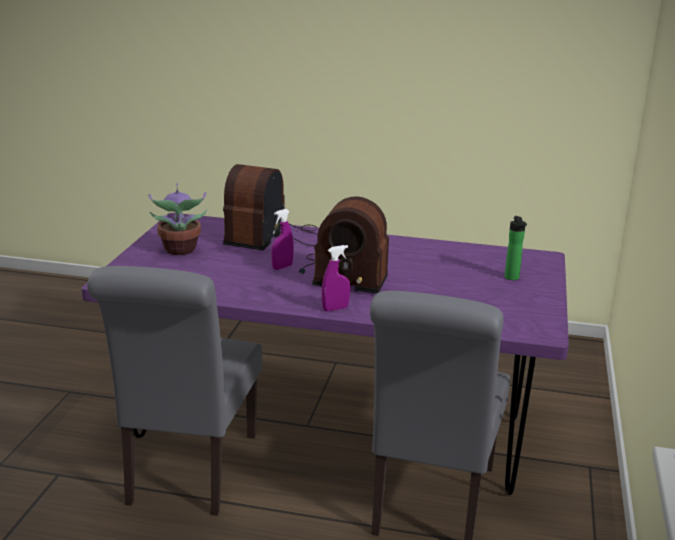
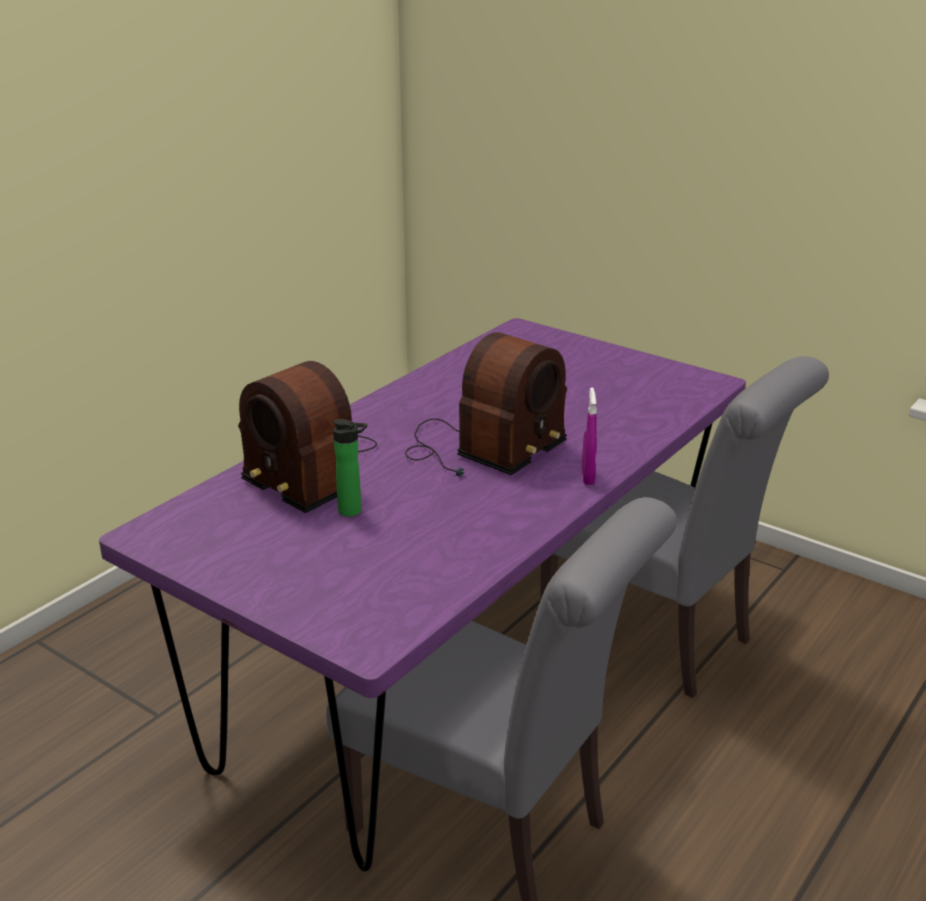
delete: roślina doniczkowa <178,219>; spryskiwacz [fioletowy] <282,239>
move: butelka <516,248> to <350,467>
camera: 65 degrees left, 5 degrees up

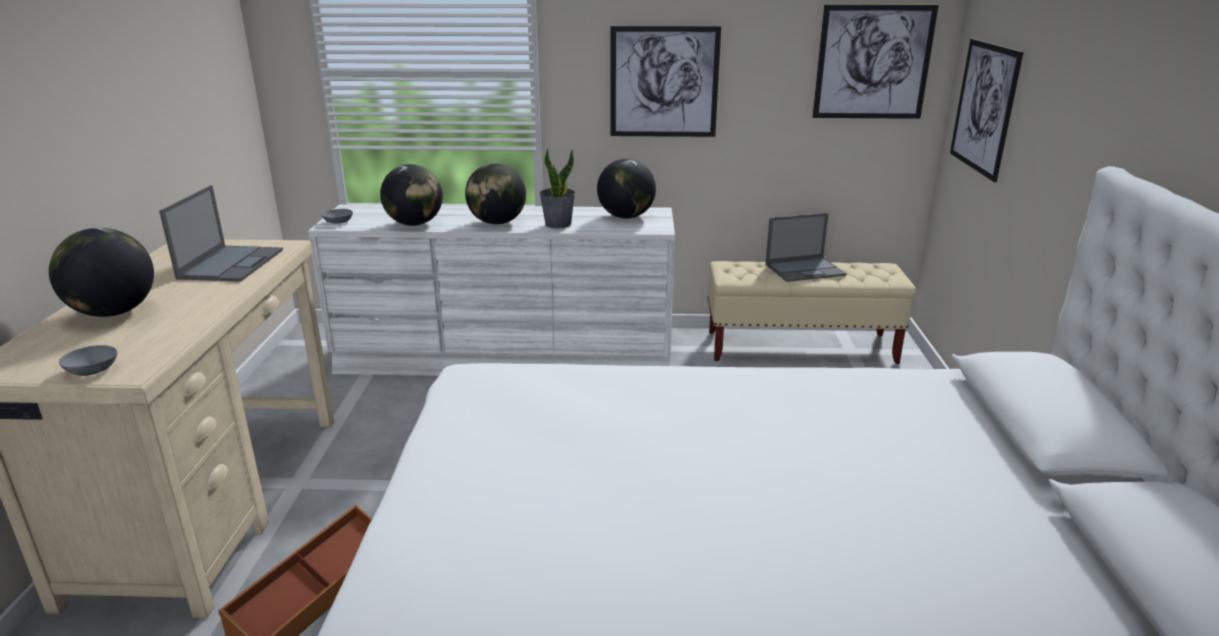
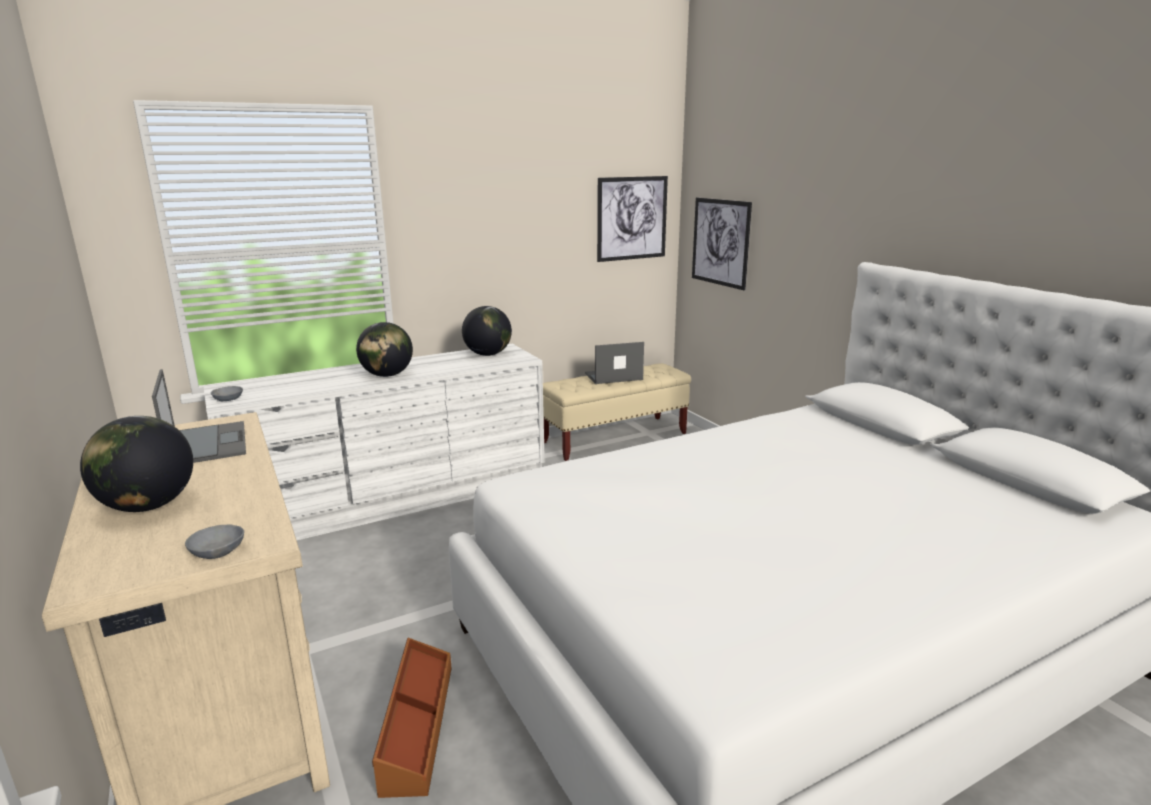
delete: globus <411,195>; roślina doniczkowa <557,188>; obraz <665,81>
rotate: laptop <805,247> = <614,363> 150 degrees counterclockwise
camera: 30 degrees left, 5 degrees down

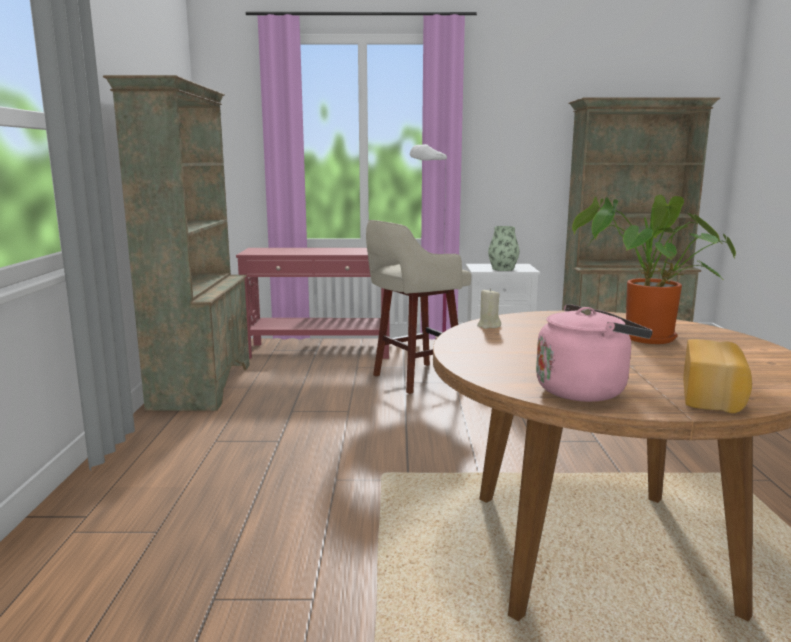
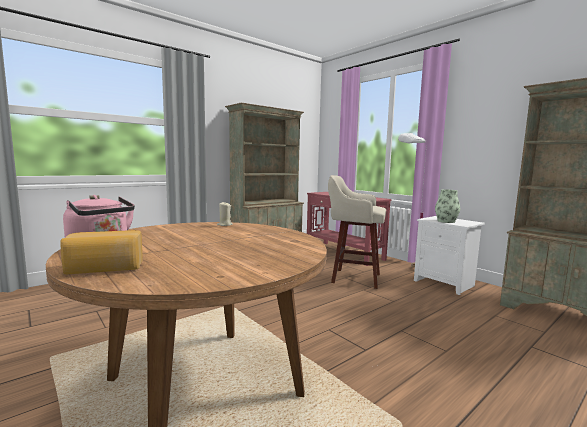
delete: roślina doniczkowa <654,269>
camera: 50 degrees right, 5 degrees down

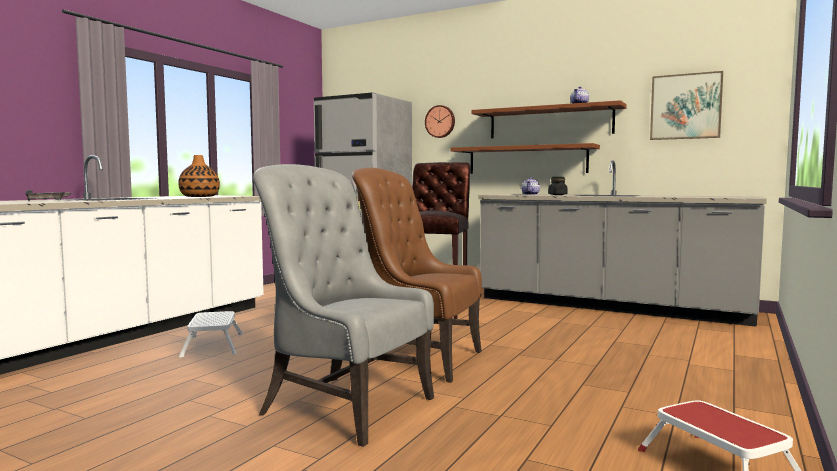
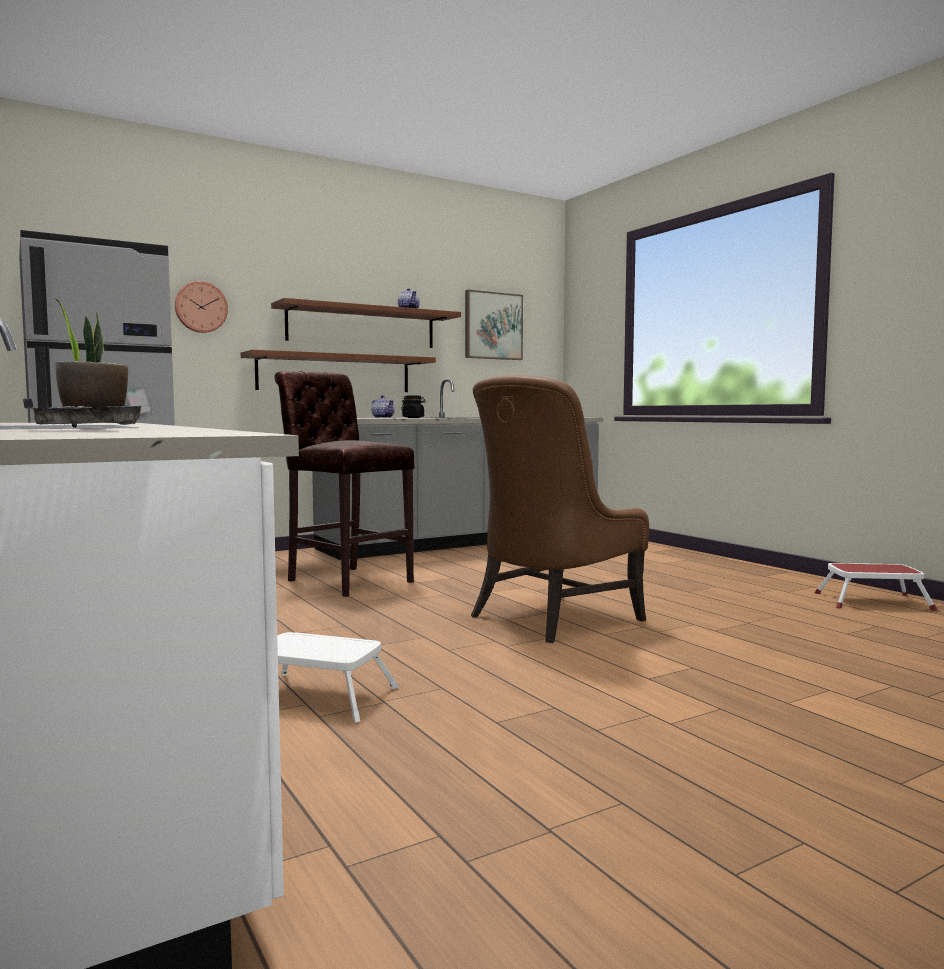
delete: krzesło [szary] <343,305>
replace: wazon <199,176> to roślina doniczkowa <91,361>
camera: 60 degrees left, 0 degrees up

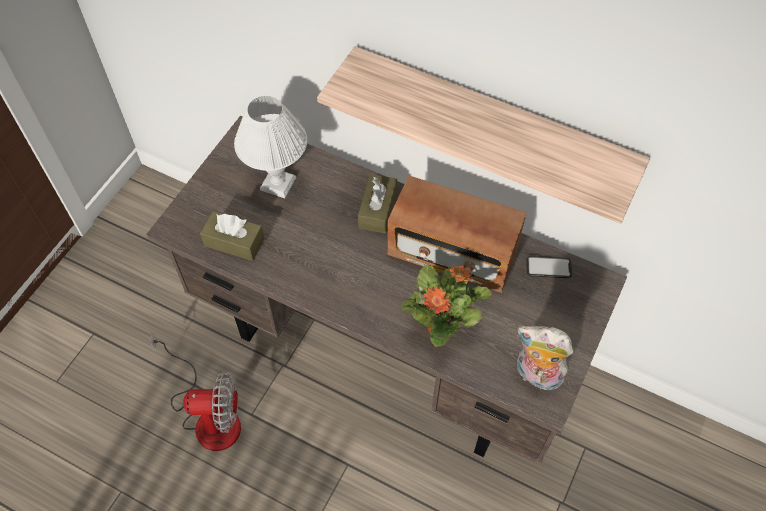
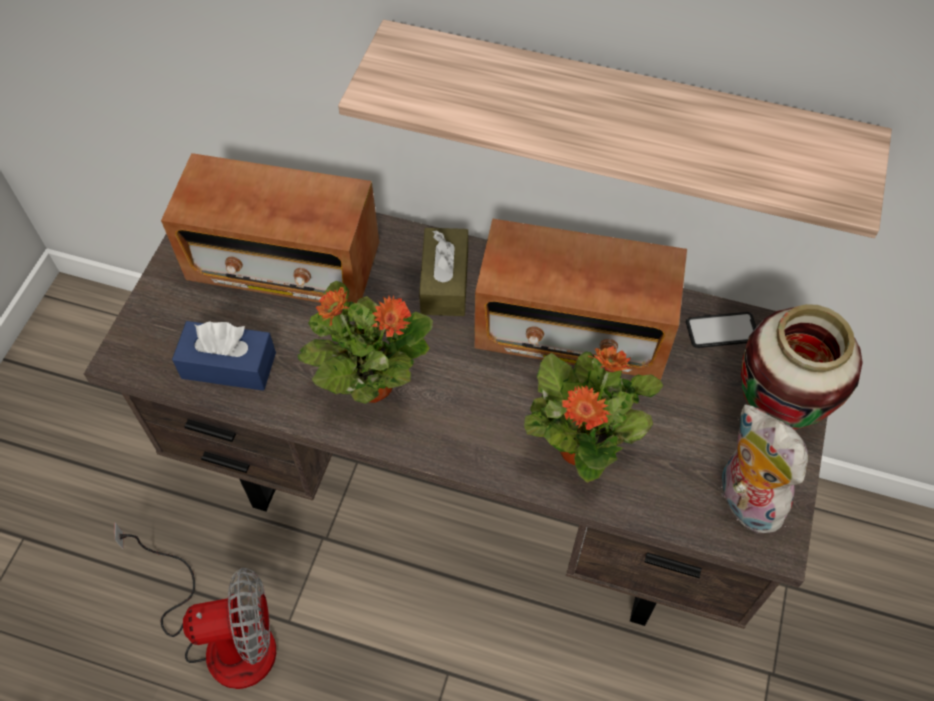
insert: roślina doniczkowa <365,342>; wazon <802,366>
replace: lampa stołowa [biały] <270,147> to radio <270,228>
recolor: pudełko chusteczek [brązowy] <232,236> to pudełko chusteczek [niebieski] <224,356>
rotate: pluszak <545,357> = <764,469> 45 degrees clockwise
camera: 10 degrees left, 0 degrees up

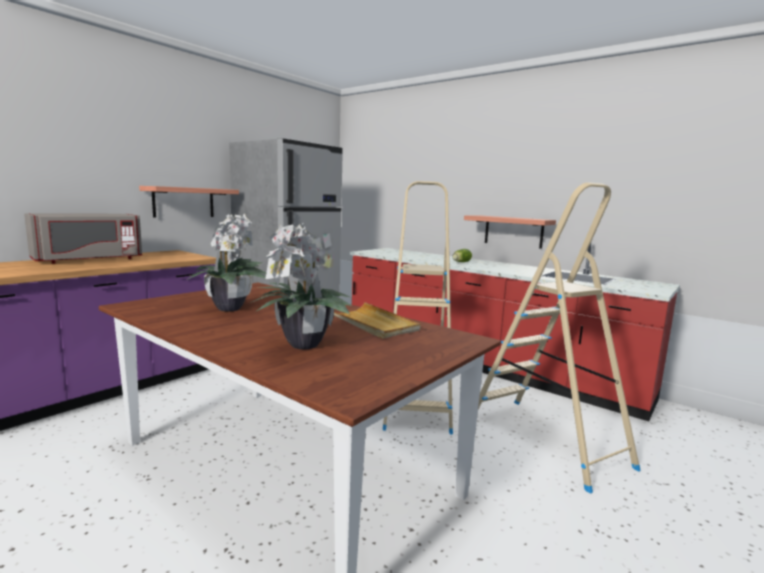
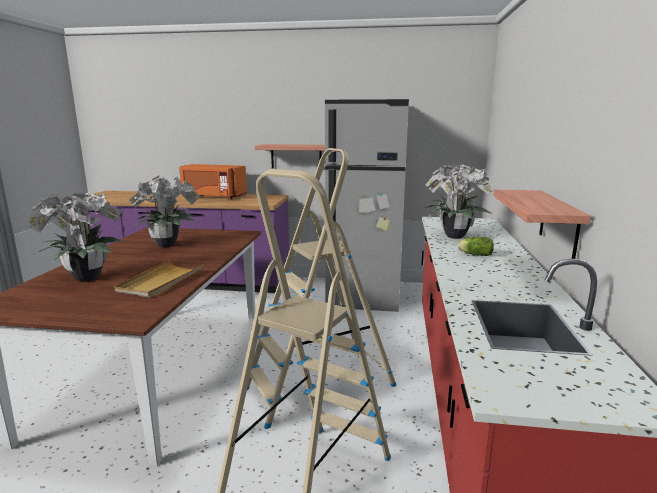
insert: roślina doniczkowa <460,201>
recolor: mikrofalówka [szary] <83,238> to mikrofalówka [pomarańczowy] <213,181>
camera: 60 degrees right, 5 degrees up

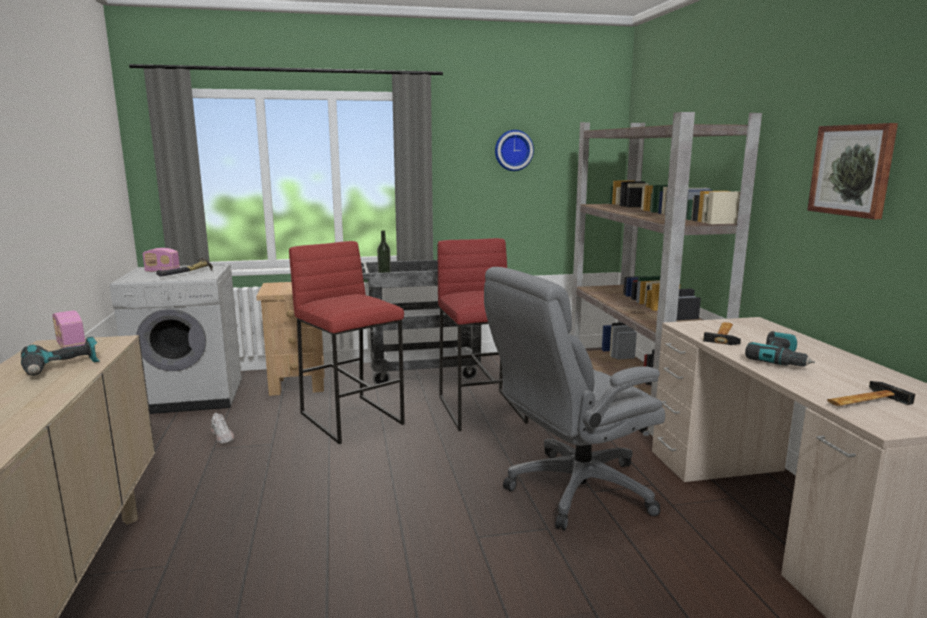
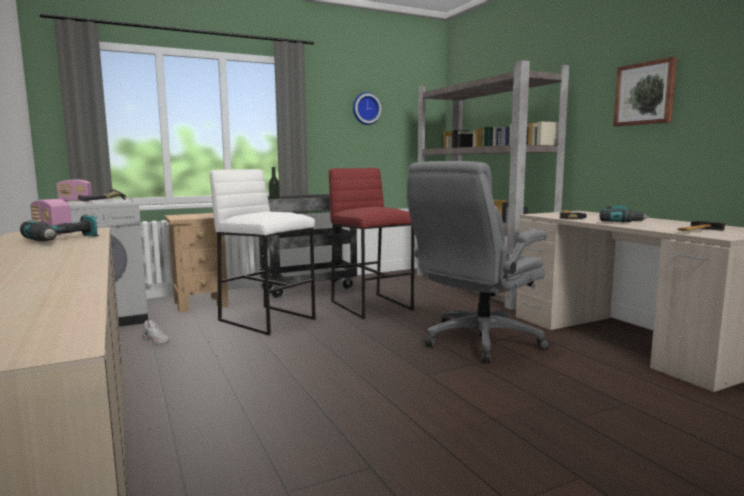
recolor: stołek [czerwony] <347,342> to stołek [biały] <262,252>
camera: 15 degrees left, 5 degrees down

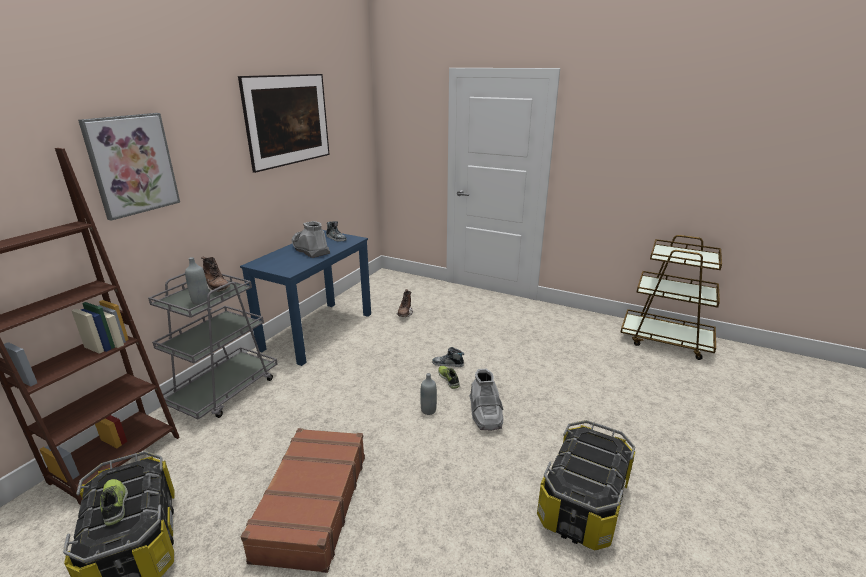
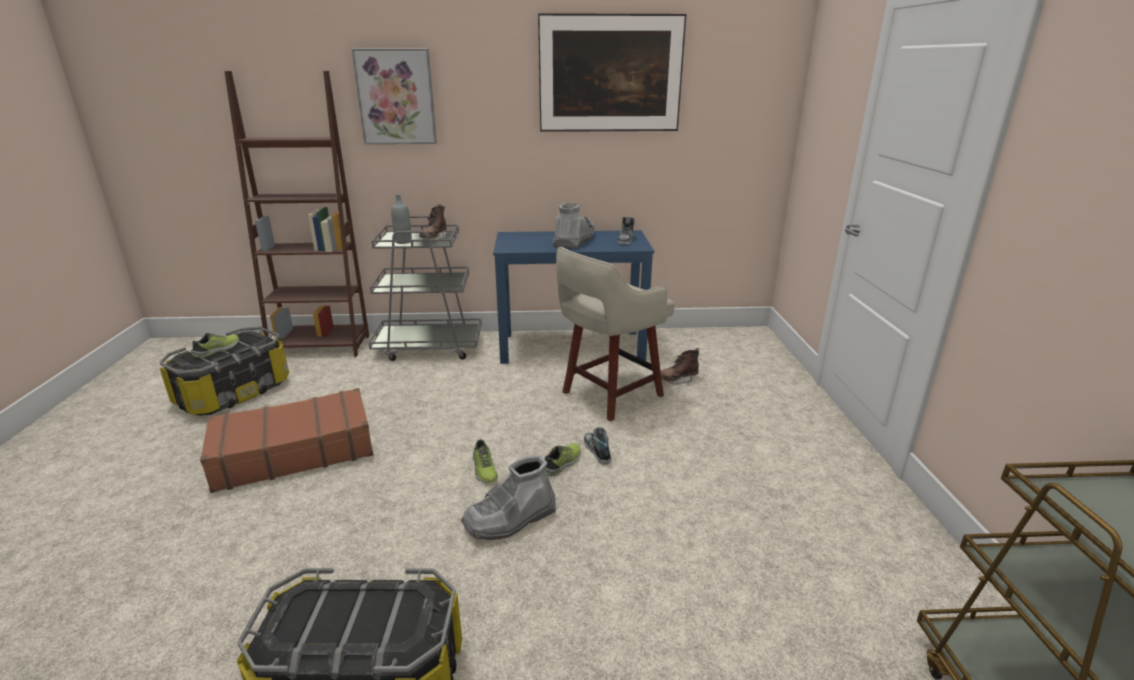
insert: stołek [beżowy] <615,334>
replace: butelka [szary] <428,394> to but <485,461>
camera: 60 degrees right, 0 degrees up

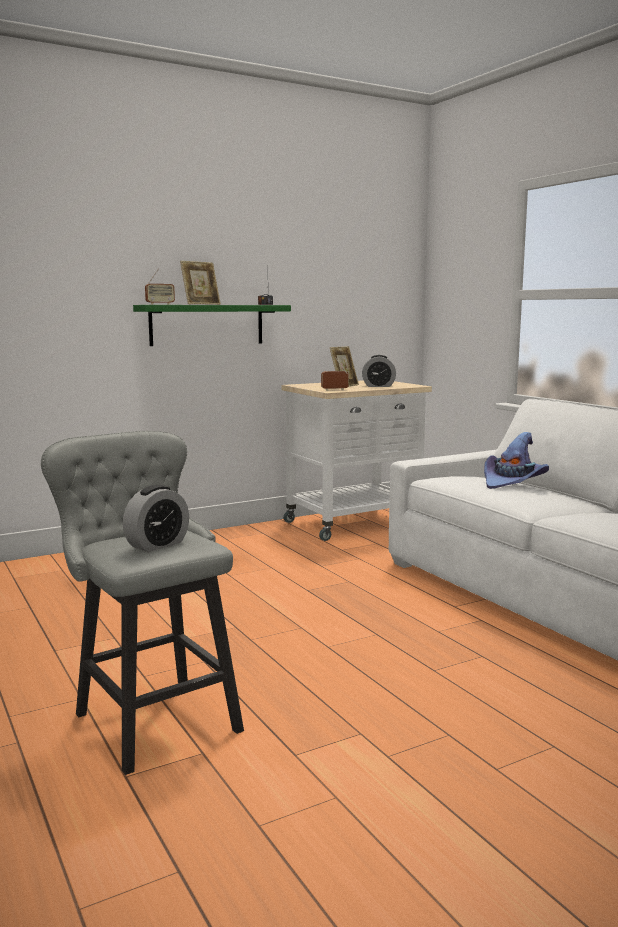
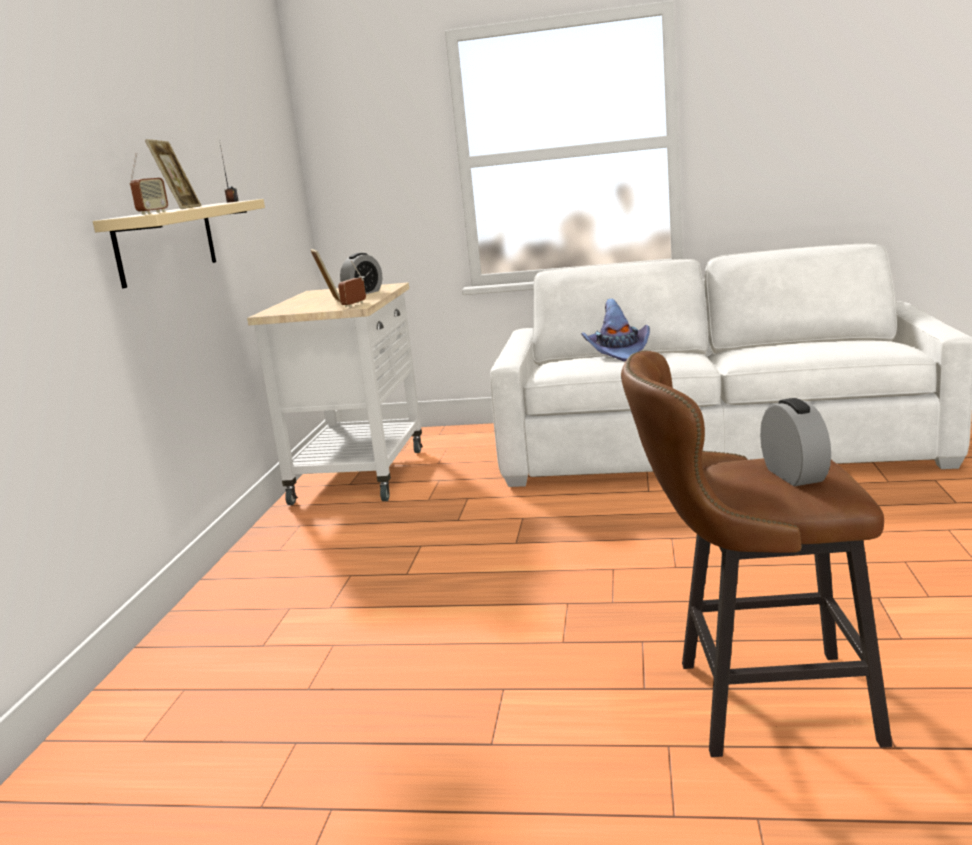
recolor: stołek [szary] <142,603> to stołek [brązowy] <757,554>; półka [zielony] <212,325> to półka [beżowy] <179,243>
camera: 50 degrees left, 5 degrees up

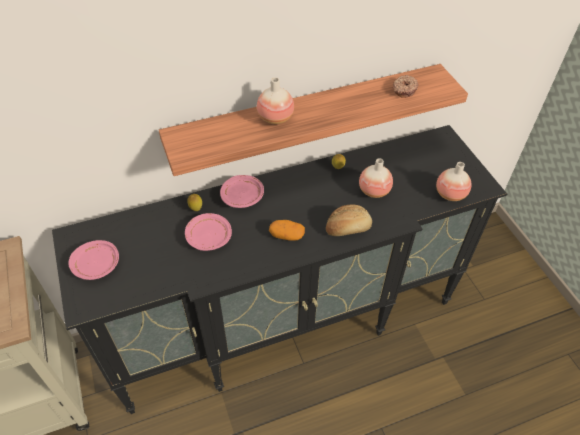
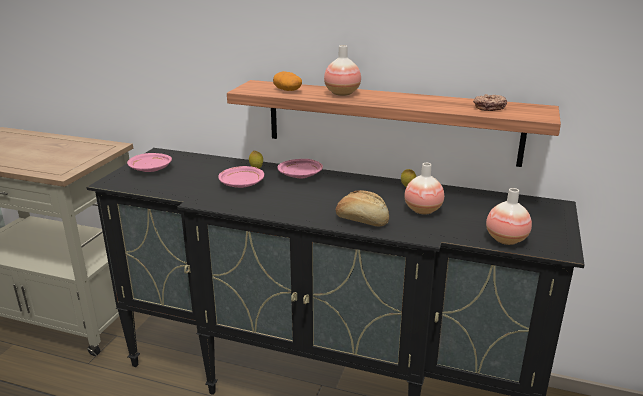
move: ziemniak <287,230> to <287,81>
camera: 40 degrees right, 25 degrees down

